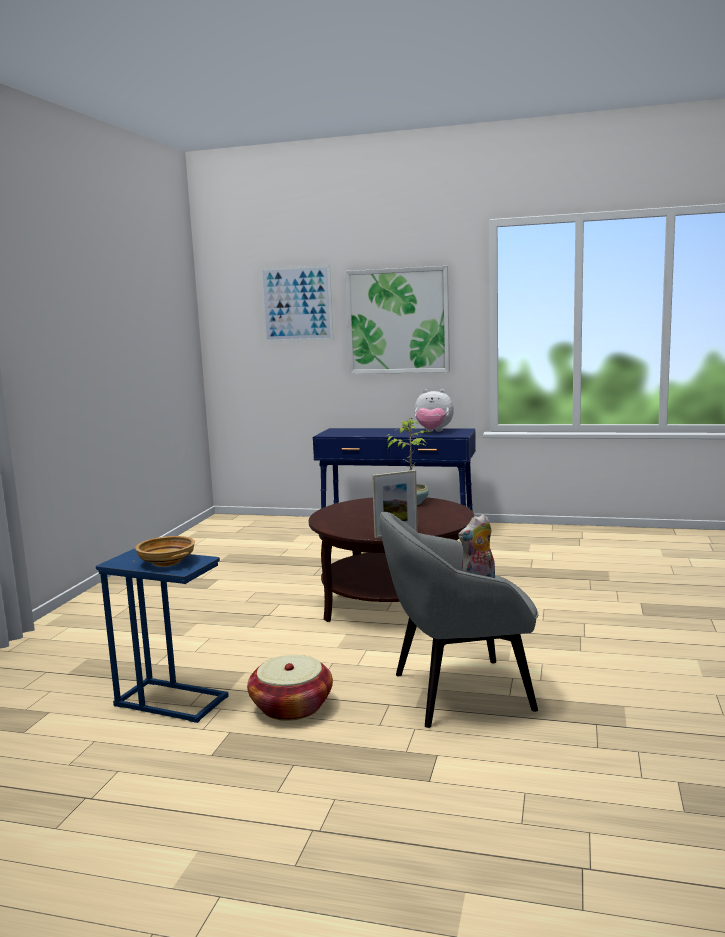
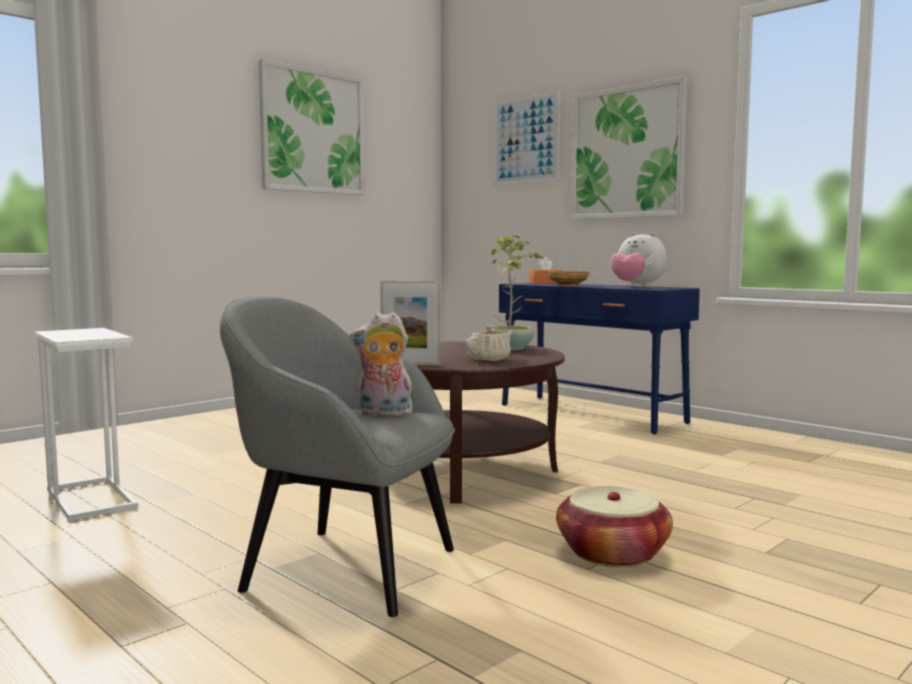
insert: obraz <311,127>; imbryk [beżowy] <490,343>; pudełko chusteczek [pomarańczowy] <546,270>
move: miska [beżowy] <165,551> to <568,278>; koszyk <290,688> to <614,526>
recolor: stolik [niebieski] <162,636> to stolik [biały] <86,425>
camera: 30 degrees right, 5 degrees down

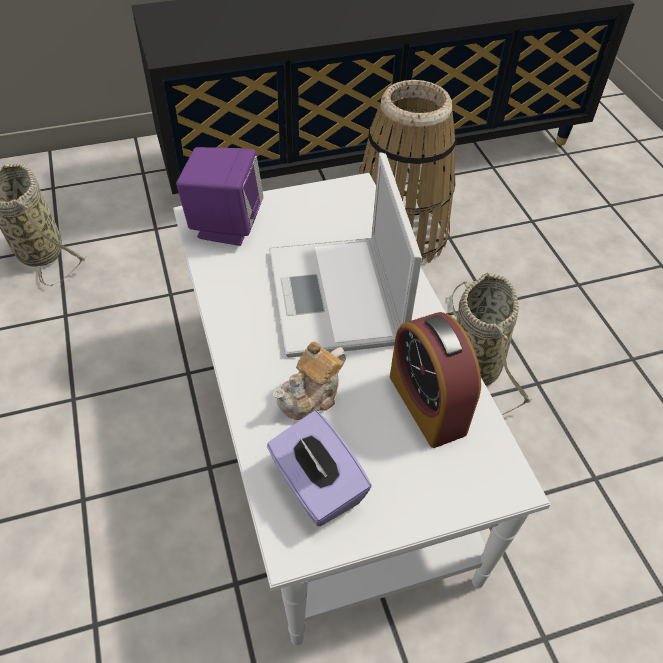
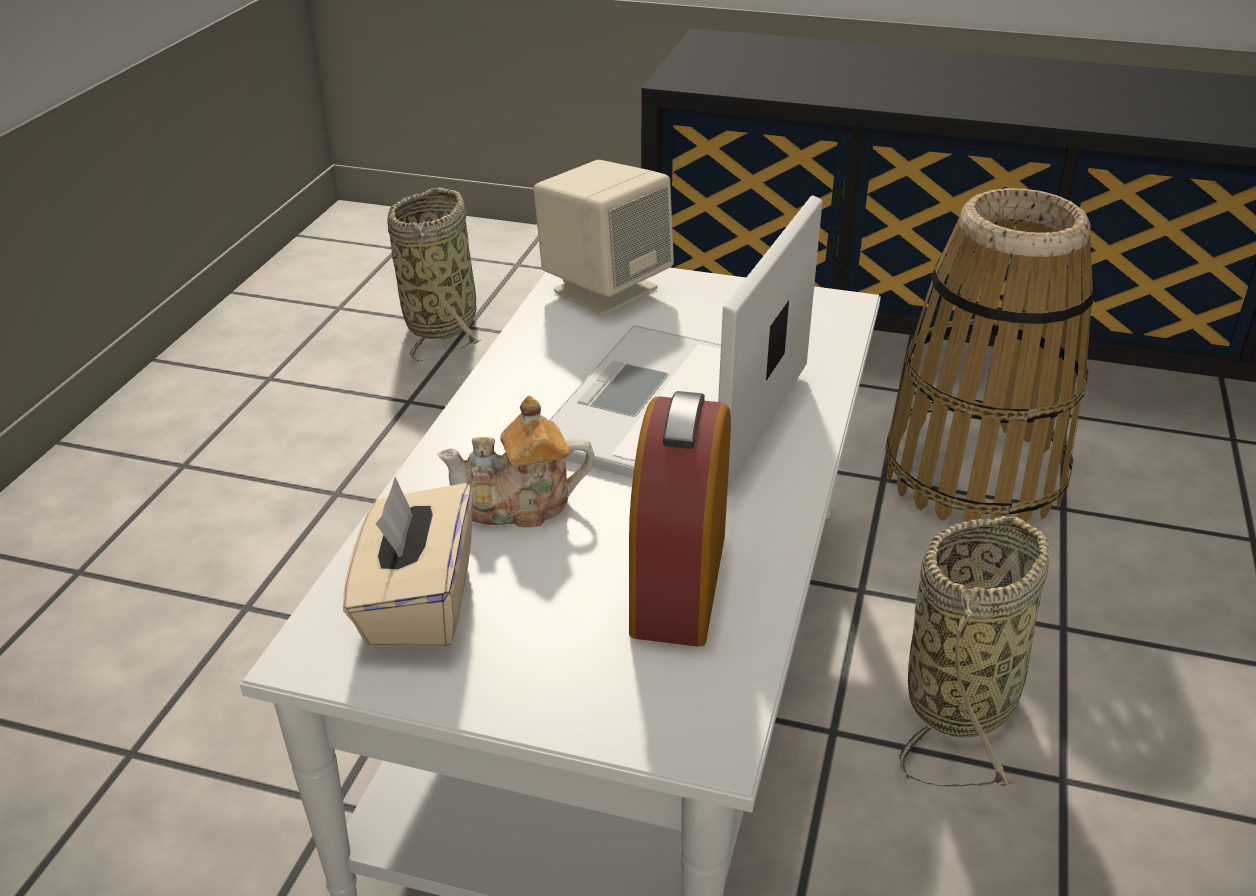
recolor: głośnik [fioletowy] <219,196> to głośnik [beżowy] <603,238>; pudełko chusteczek [fioletowy] <319,468> to pudełko chusteczek [beżowy] <408,562>
camera: 35 degrees right, 15 degrees down

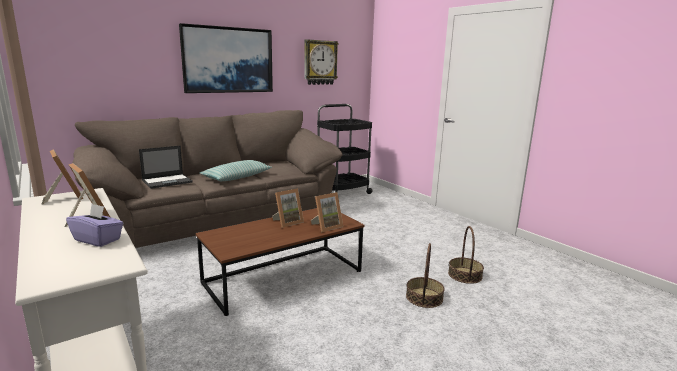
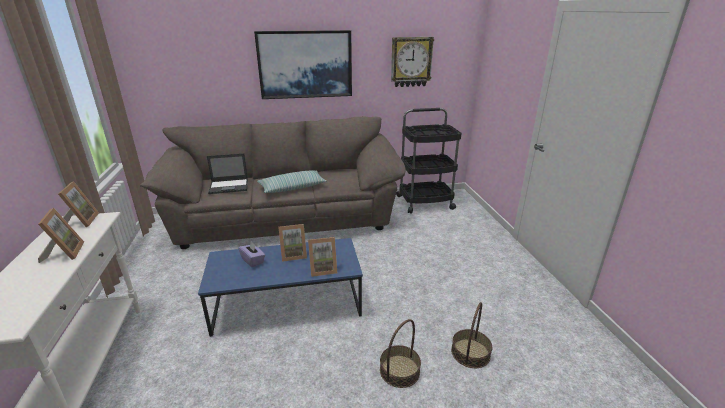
move: pudełko chusteczek [fioletowy] <95,225> to <251,255>
recolor: ława [brązowy] <280,262> to ława [niebieski] <280,287>
camera: 25 degrees right, 10 degrees up

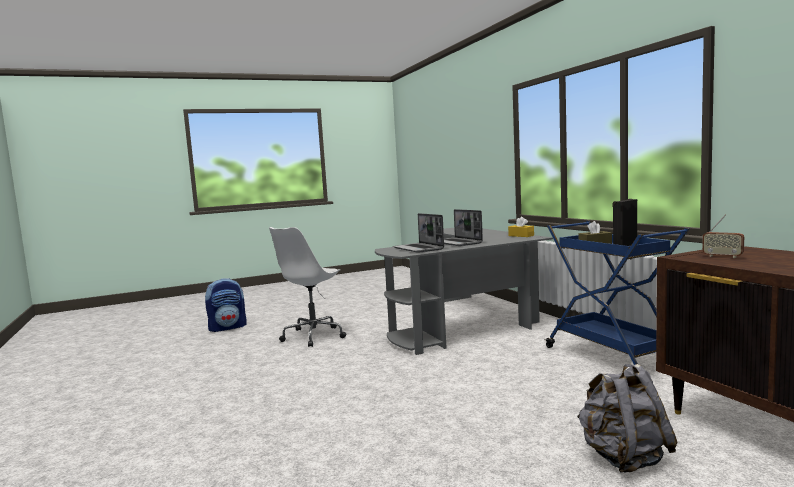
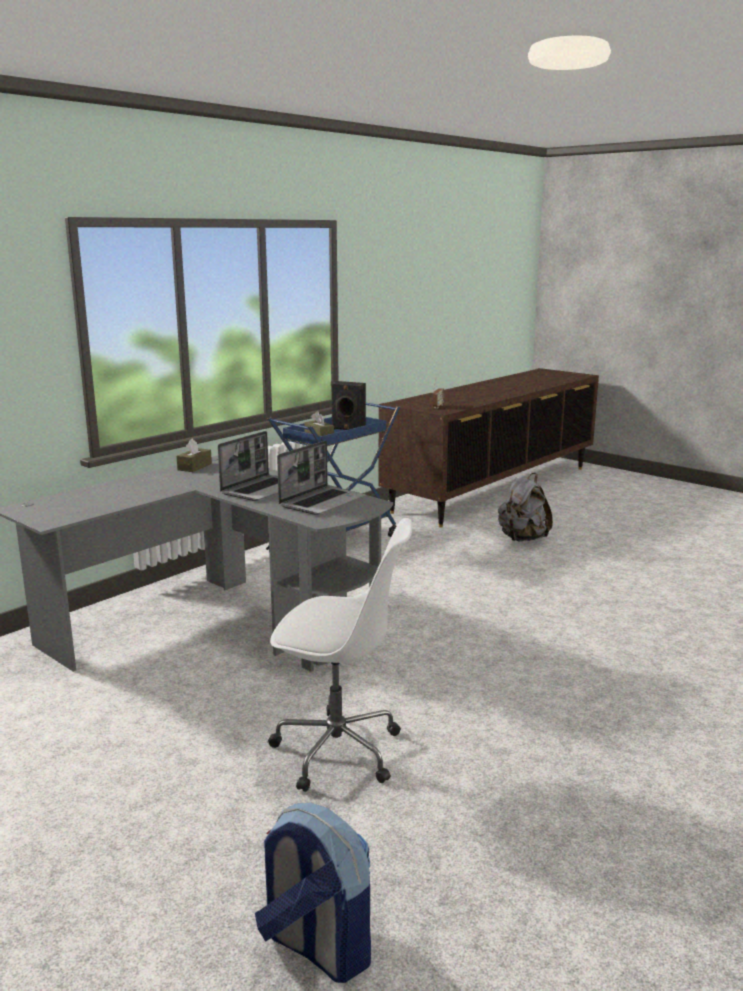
recolor: pudełko chusteczek [żółty] <521,227> to pudełko chusteczek [brązowy] <194,455>
camera: 115 degrees left, 10 degrees up

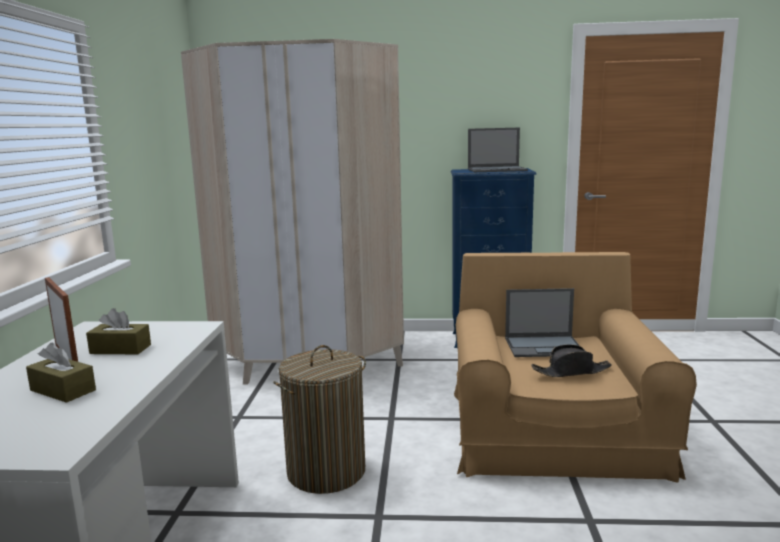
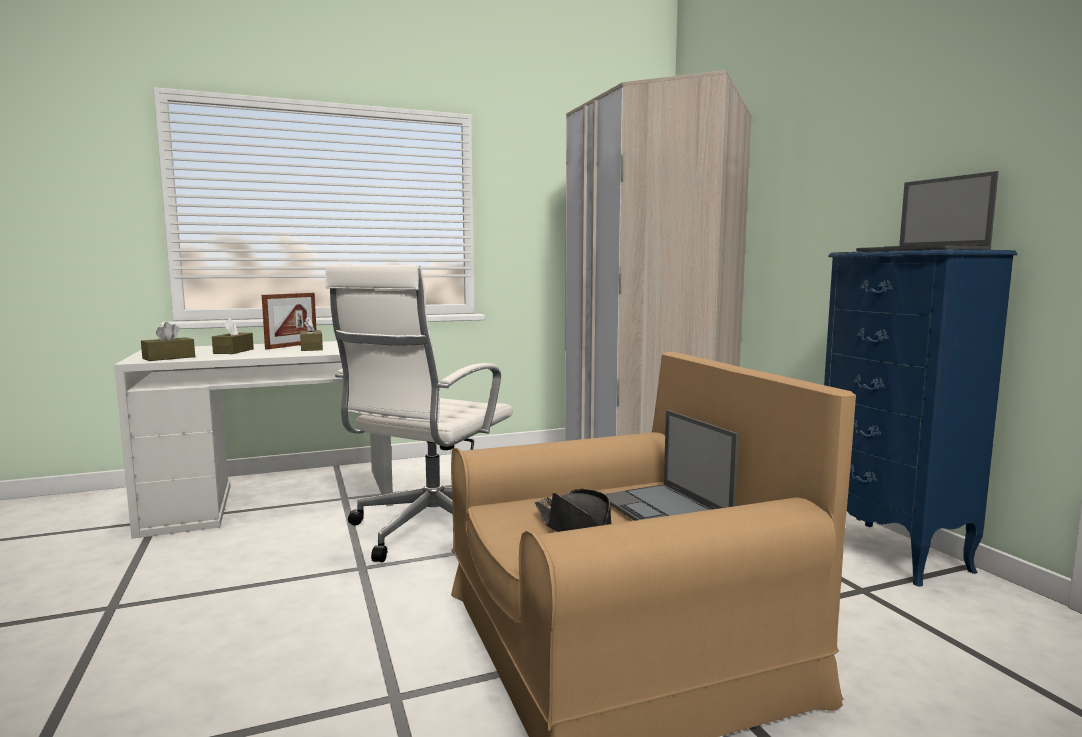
insert: pudełko chusteczek [brązowy] <168,341>
replace: kosz na pranie <320,419> to krzesło biurowe [biały] <419,413>
camera: 65 degrees right, 5 degrees down

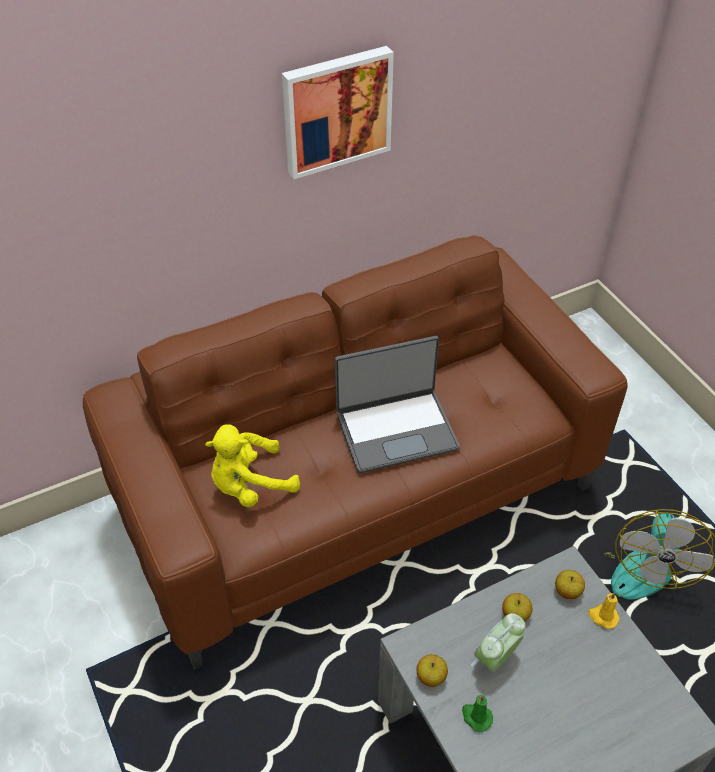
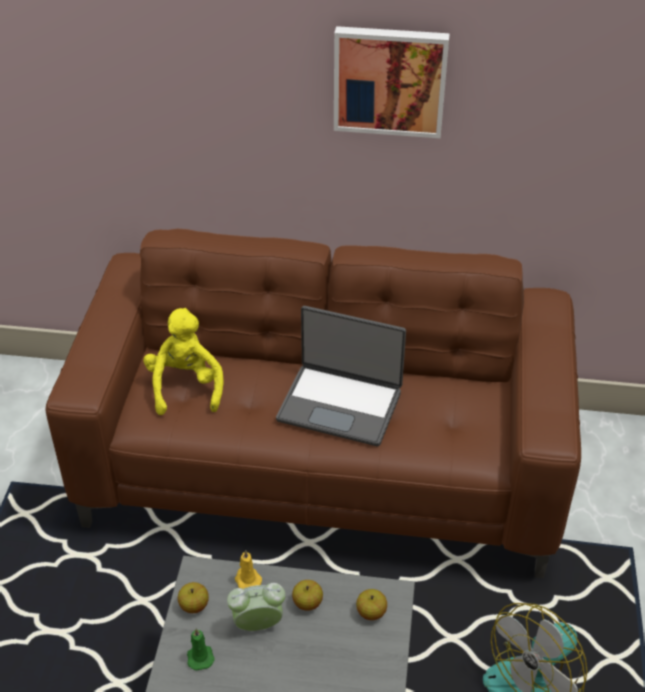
move: świeca [żółty] <603,610> to <248,569>
rotate: pluszak [żółty] <252,465> = <183,361> 75 degrees clockwise
camera: 35 degrees right, 5 degrees down

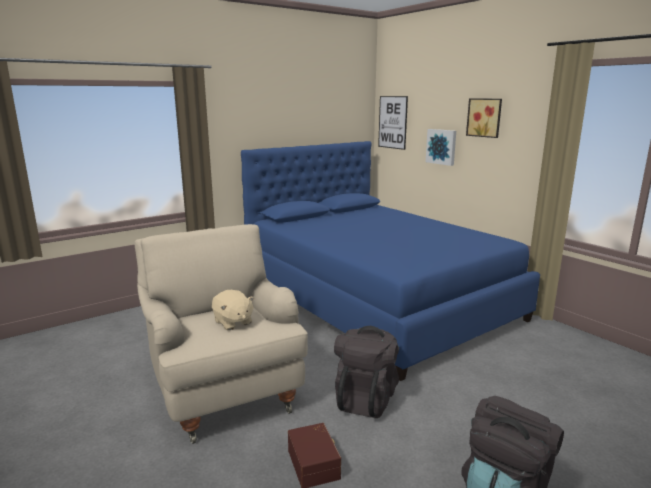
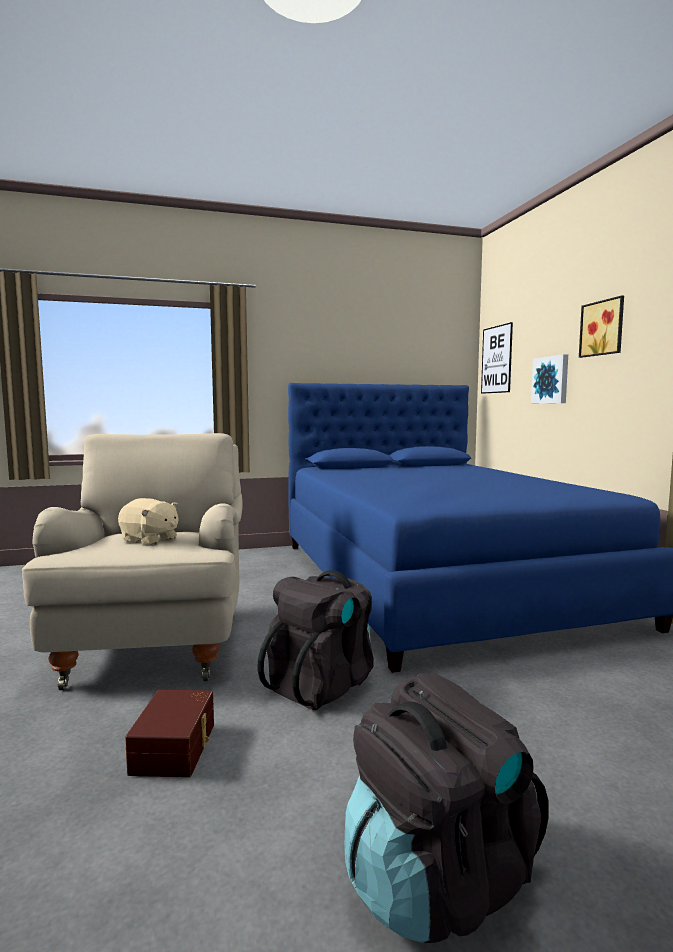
rotate: pluszak [beżowy] <233,310> = <148,522> 45 degrees counterclockwise
camera: 20 degrees right, 10 degrees down

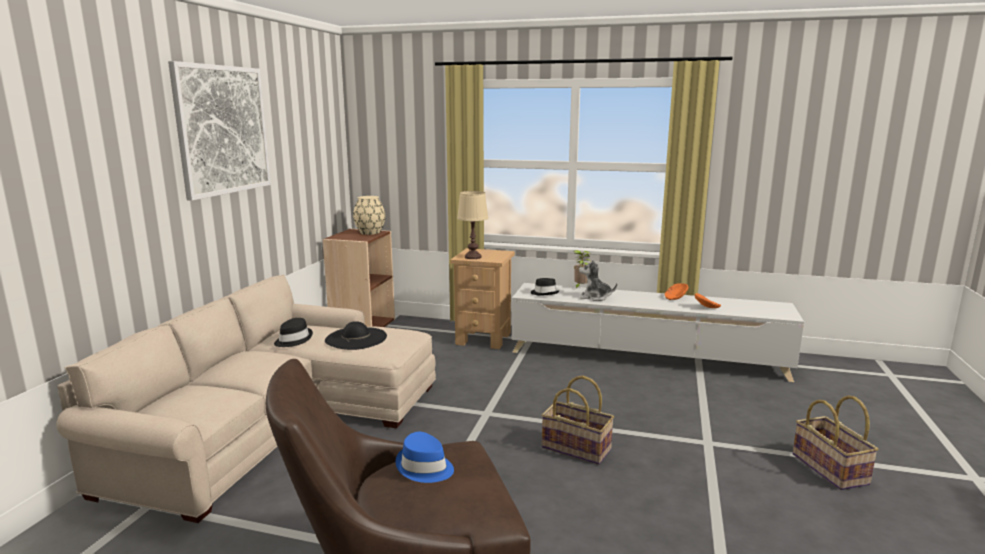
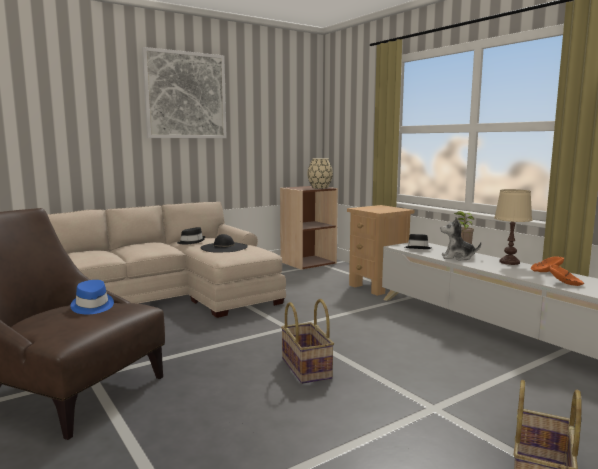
move: lampa stołowa [beżowy] <473,225> to <513,227>
rotate: pluszak <598,280> = <460,238> 45 degrees counterclockwise
camera: 40 degrees right, 5 degrees down

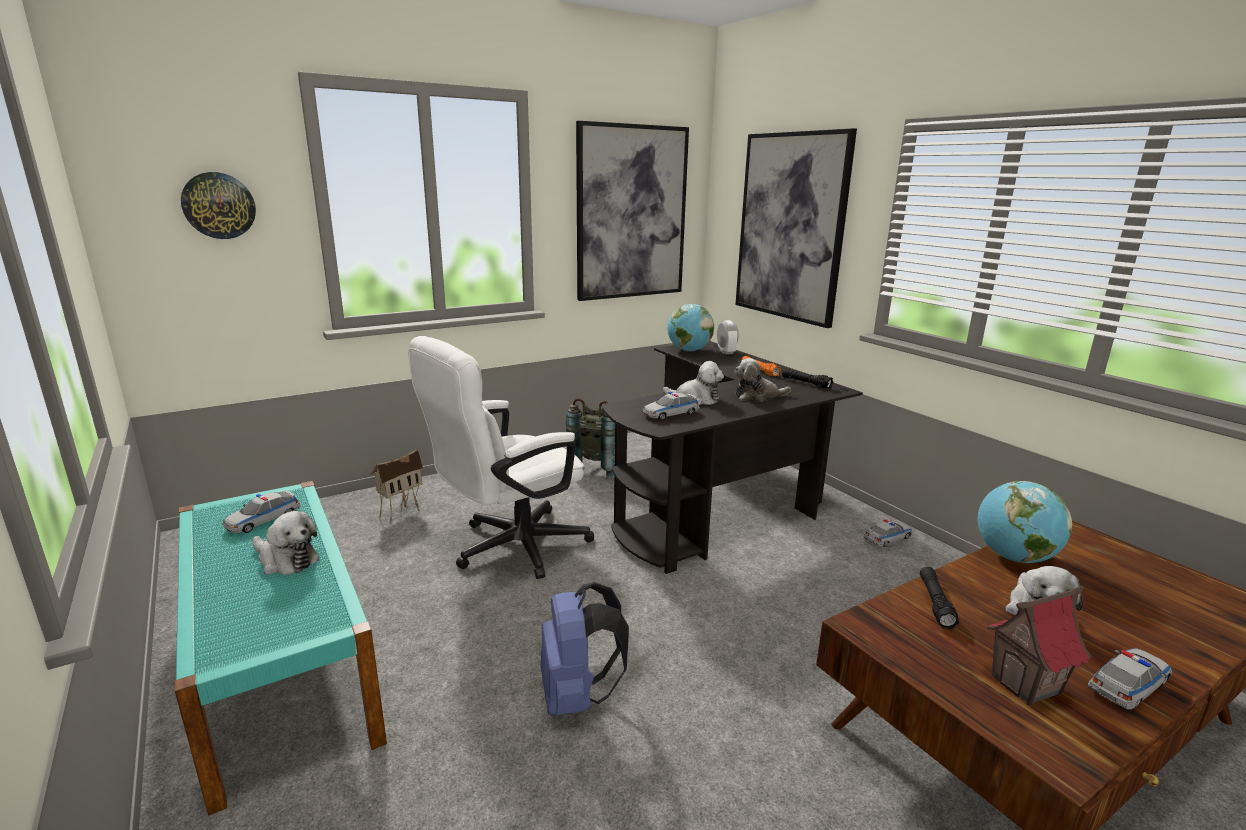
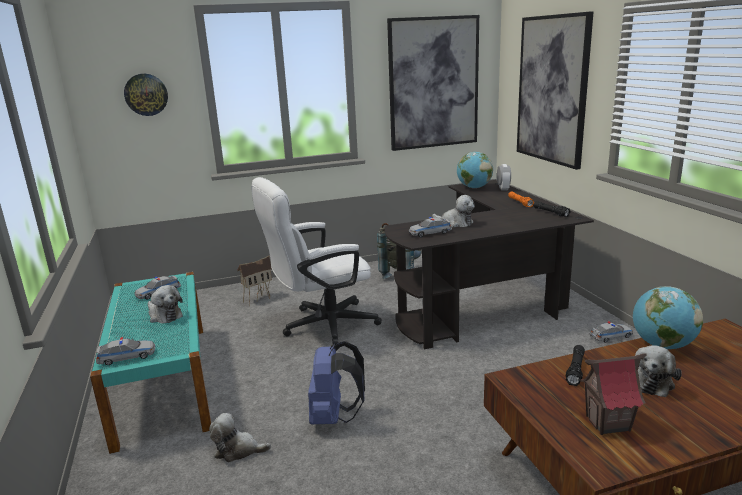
move: pluszak <762,380> to <240,437>; samochodzik <1130,678> to <125,351>
camera: 15 degrees right, 0 degrees up

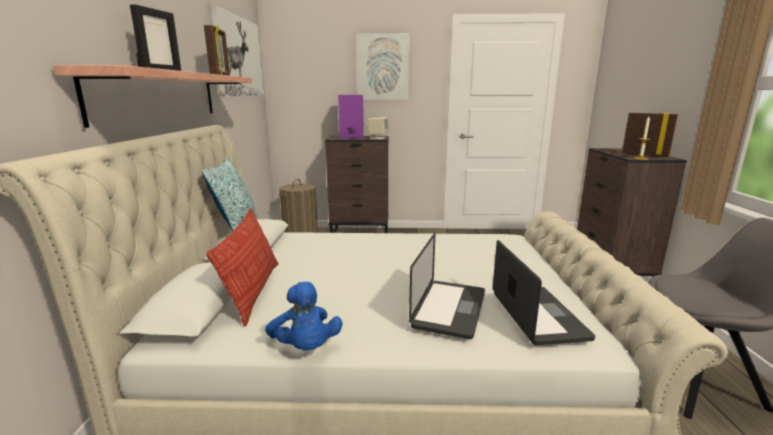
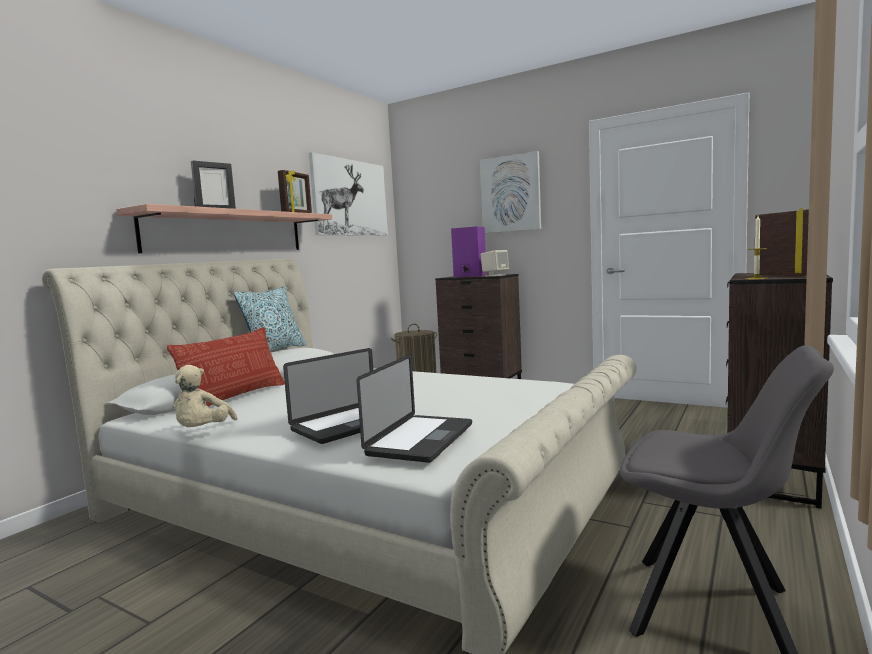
recolor: pluszak [niebieski] <304,316> to pluszak [beżowy] <206,396>
camera: 30 degrees right, 10 degrees down

